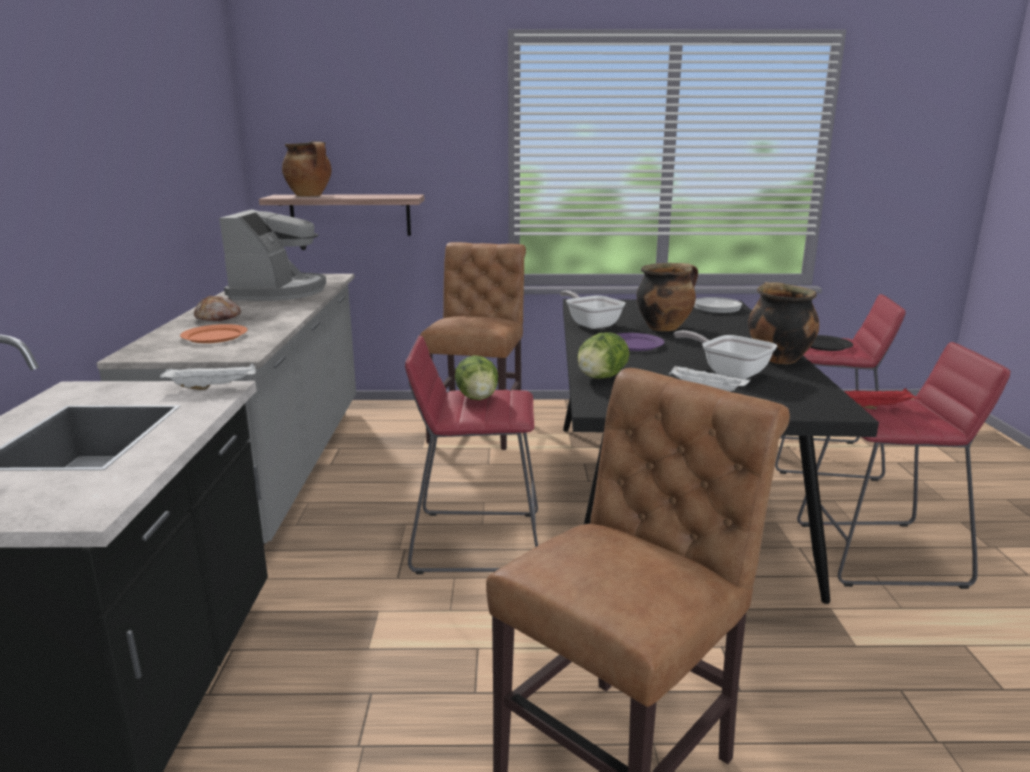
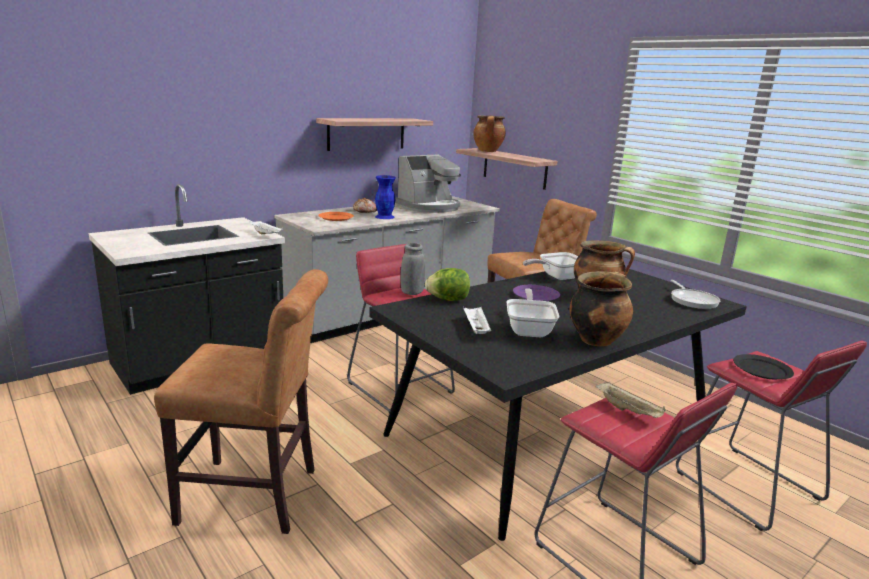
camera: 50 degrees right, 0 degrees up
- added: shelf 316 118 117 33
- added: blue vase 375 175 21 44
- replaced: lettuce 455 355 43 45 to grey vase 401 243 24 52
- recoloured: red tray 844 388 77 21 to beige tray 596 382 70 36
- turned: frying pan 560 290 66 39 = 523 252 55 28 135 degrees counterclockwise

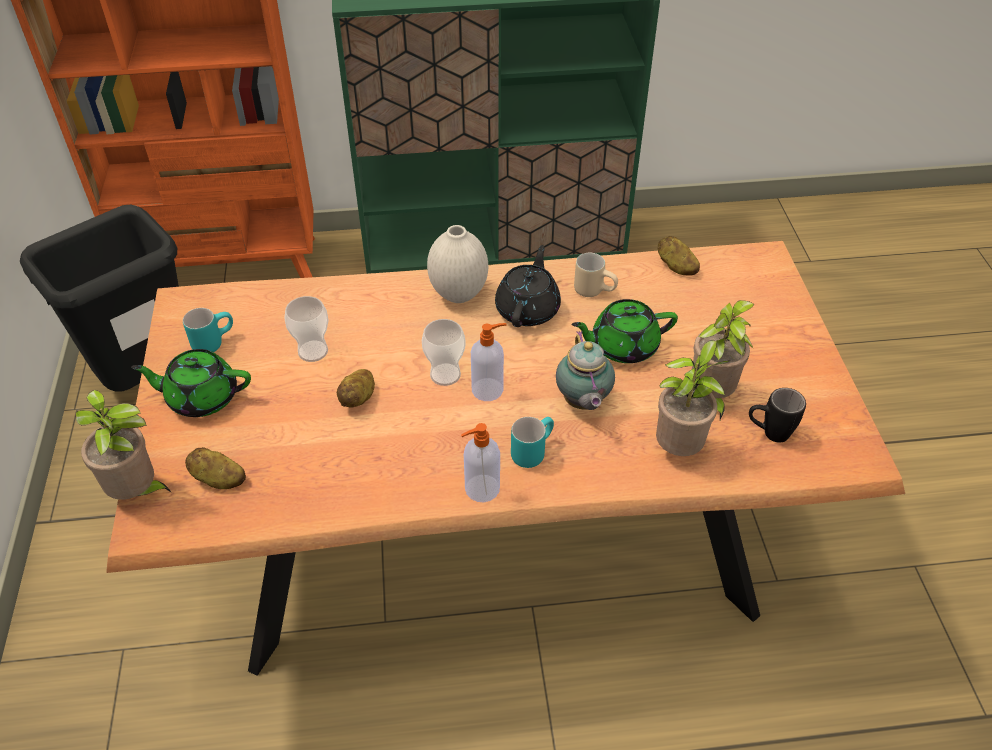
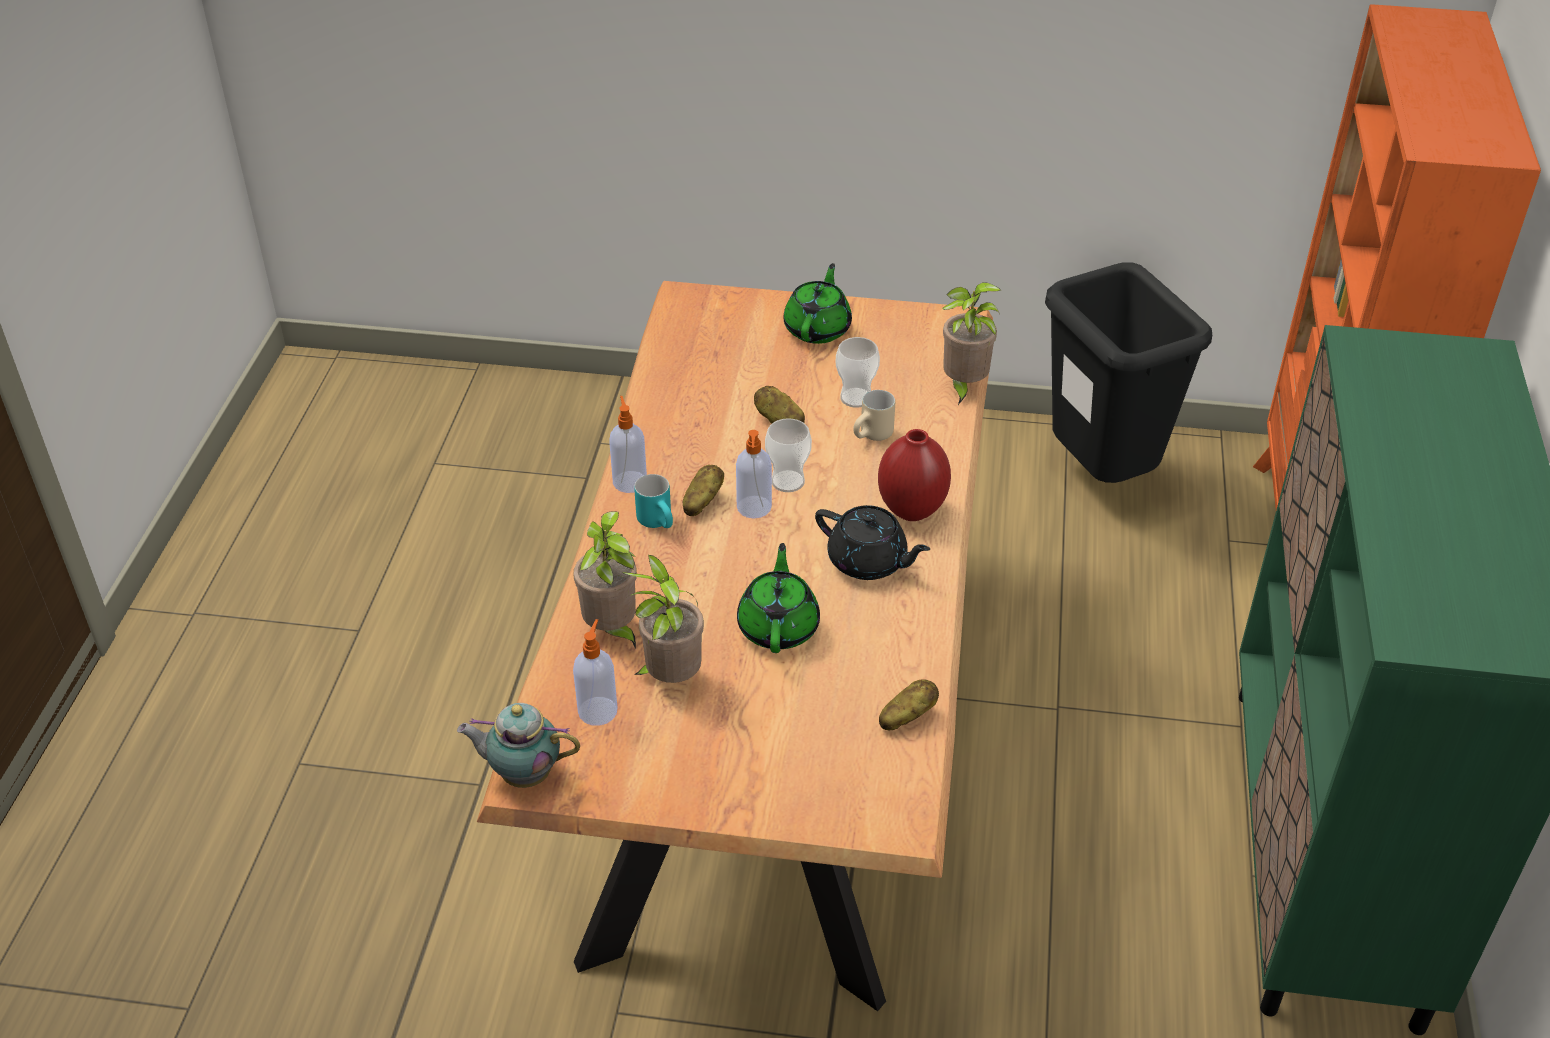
camera: 105 degrees right, 5 degrees down
- removed: turquoise mug 183 308 50 44
- moved: potted plant 76 389 96 111 to 942 282 59 123
- moved: potato 185 447 61 42 to 683 465 41 51
- moved: teapot 556 331 59 79 to 457 703 123 85
- moved: beige mug 574 253 44 44 to 853 390 42 51
- replaced: black mug 749 388 57 55 to soap dispenser 573 619 45 107
- recoloured: white vase 427 225 61 78 to red vase 878 429 73 92

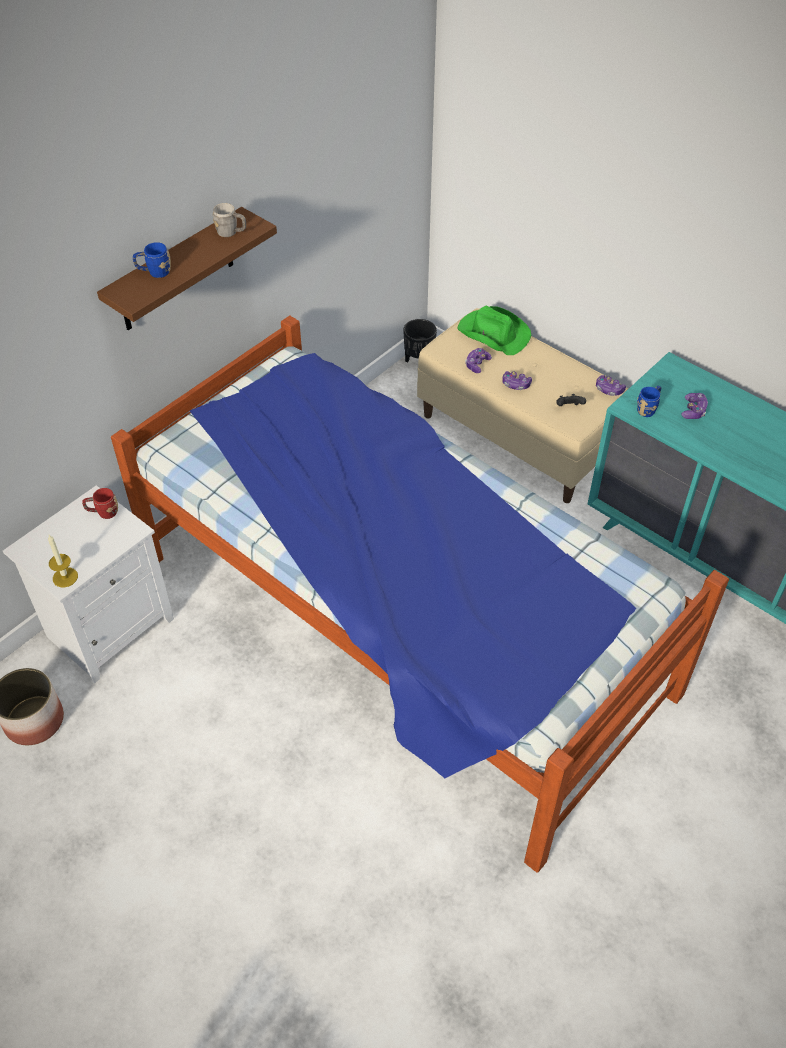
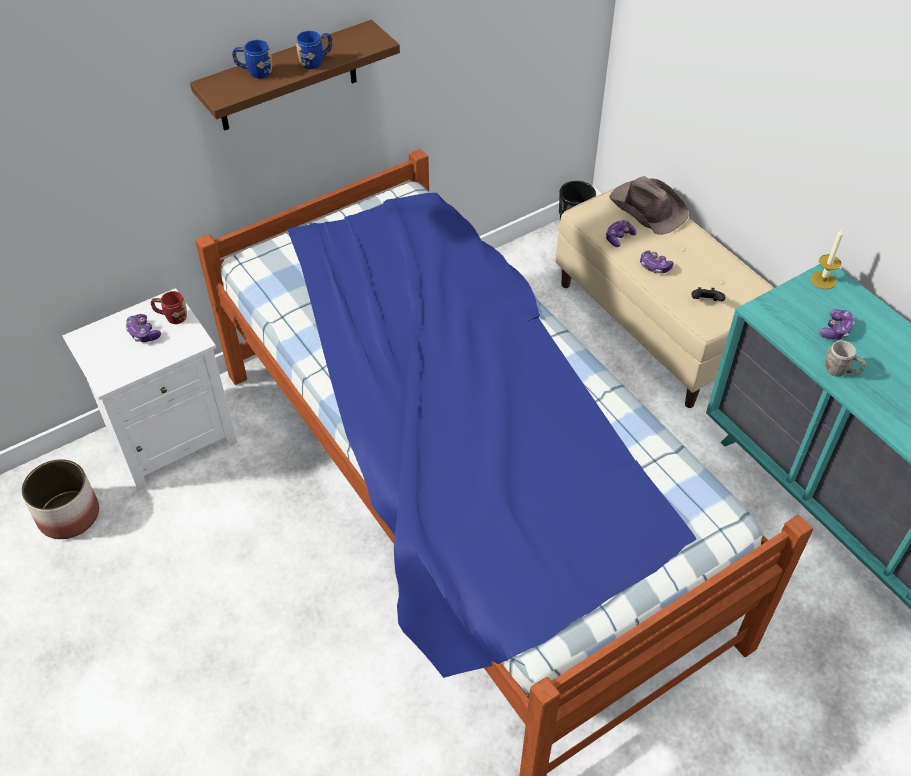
camera: 15 degrees right, 0 degrees up
- moved: candle 48 535 30 53 to 810 228 33 61
- moved: grey mug 213 203 33 34 to 825 341 41 35
- moved: game controller 596 375 30 21 to 126 314 35 28
- moved: blue mug 637 386 24 31 to 296 31 36 38
- recoloured: green hat 457 306 74 49 to brown hat 609 176 80 59

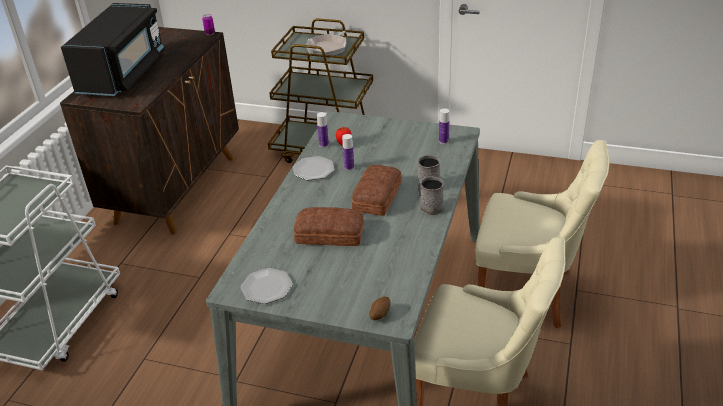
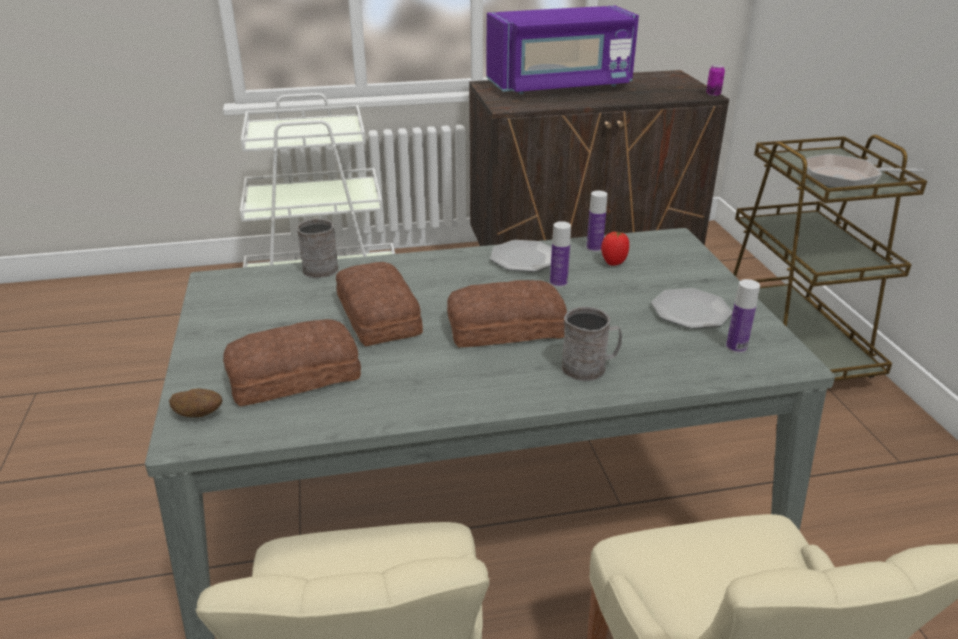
camera: 60 degrees right, 5 degrees down
- added: bread 223 319 138 88
- moved: plate 240 268 53 36 to 651 288 82 41
- moved: grey mug 418 176 26 39 to 296 219 42 59
- recoloured: black microwave 61 3 104 93 to purple microwave 486 6 153 88

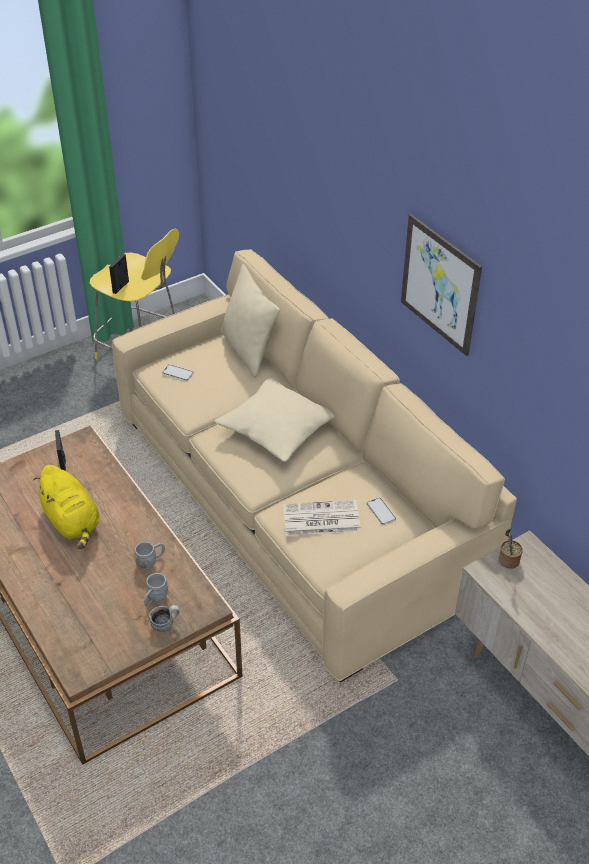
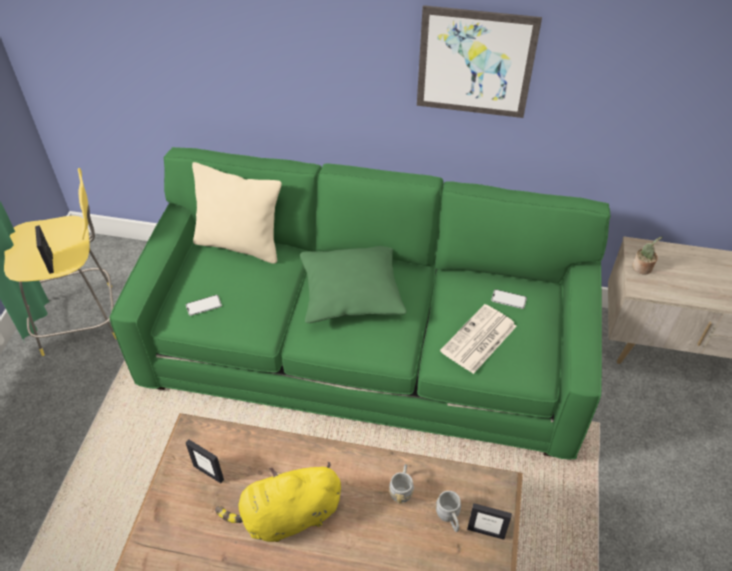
camera: 45 degrees left, 5 degrees up
- replaced: mug 149 605 31 27 to picture frame 467 503 45 37
- recoloured: beige sofa 112 249 405 433 to green sofa 110 147 500 313
- recoloured: beige pillow 214 378 120 84 to green pillow 300 246 106 77
- turned: yellow plush toy 33 465 66 84 = 215 462 126 80 150 degrees clockwise

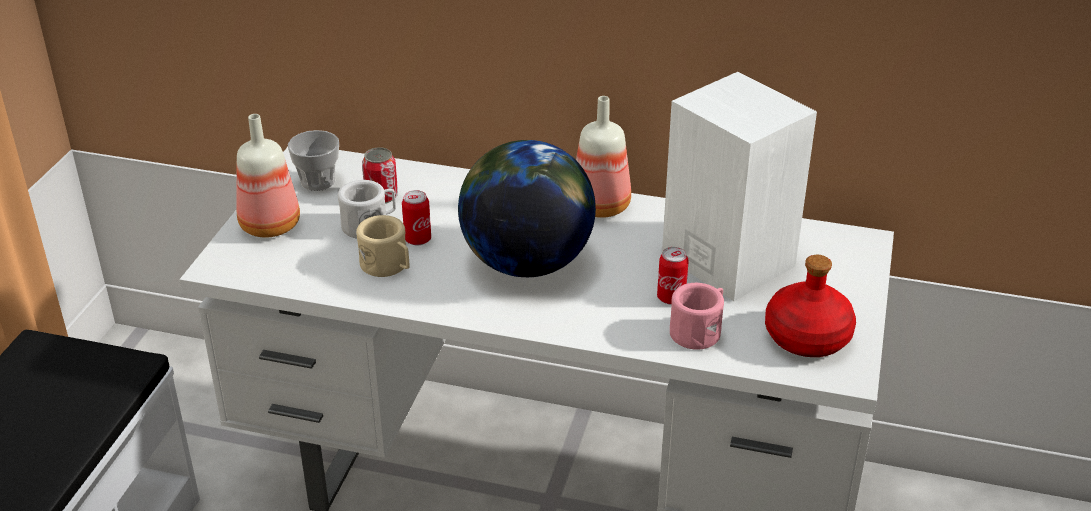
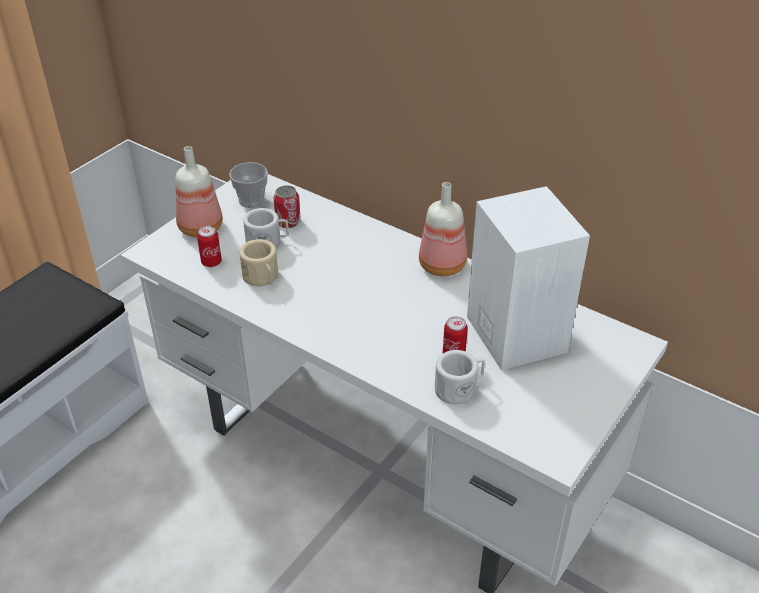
camera: 20 degrees right, 5 degrees up
- removed: globe 458 140 138 137
- removed: red bottle 765 255 91 102
- moved: can 402 190 29 56 to 197 226 25 41
- recoloured: pink mug 670 283 54 67 to white mug 435 350 50 55

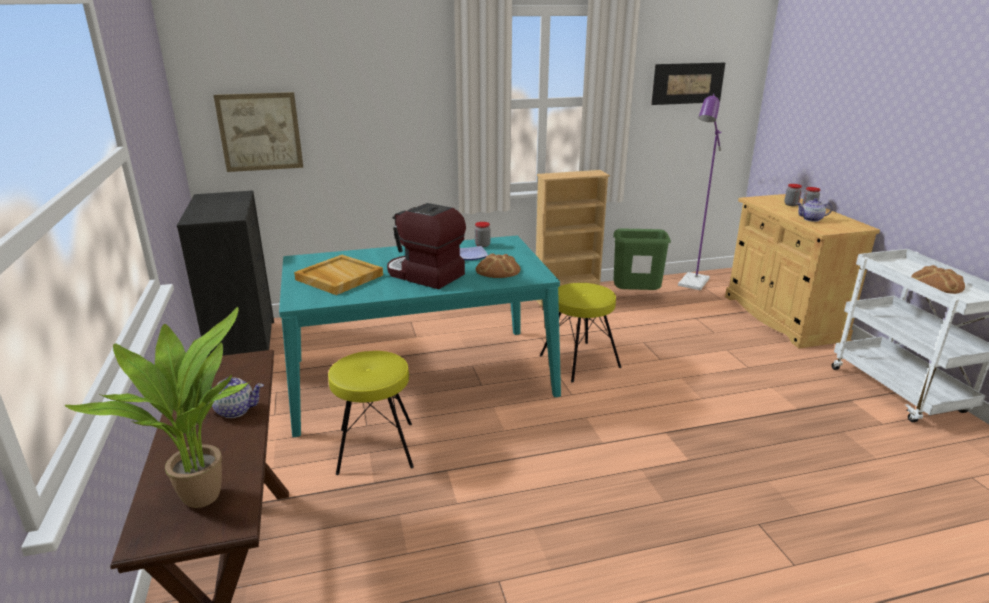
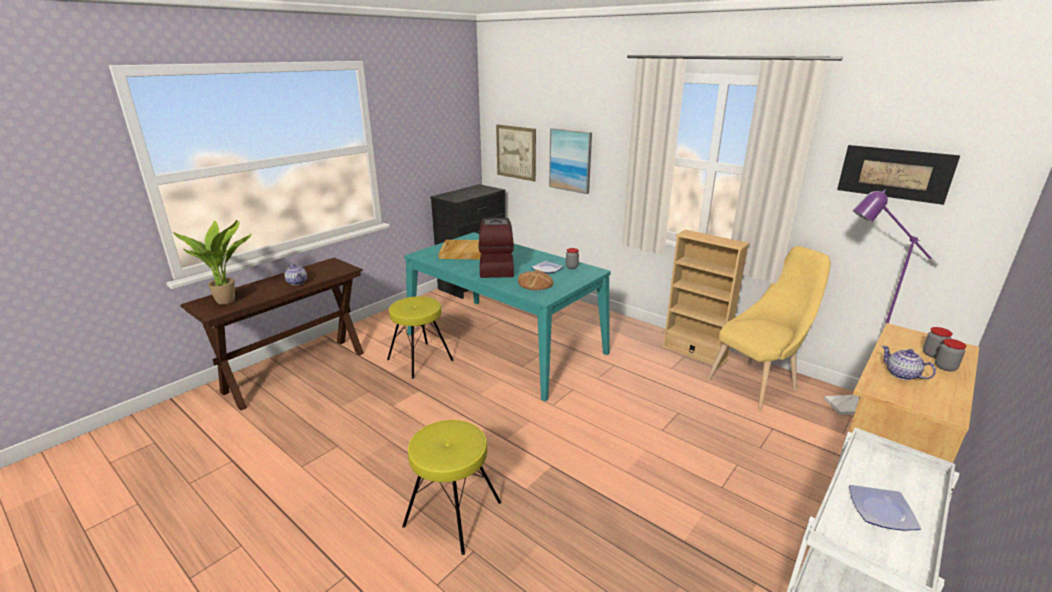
camera: 55 degrees right, 0 degrees up
- added: picture 549 128 43 66
- moved: yellow stool 540 283 82 100 to 402 420 99 135
- replaced: green trash can 613 228 58 62 to yellow chair 707 246 124 165
- replaced: bread 911 265 54 29 to plate 849 485 72 46

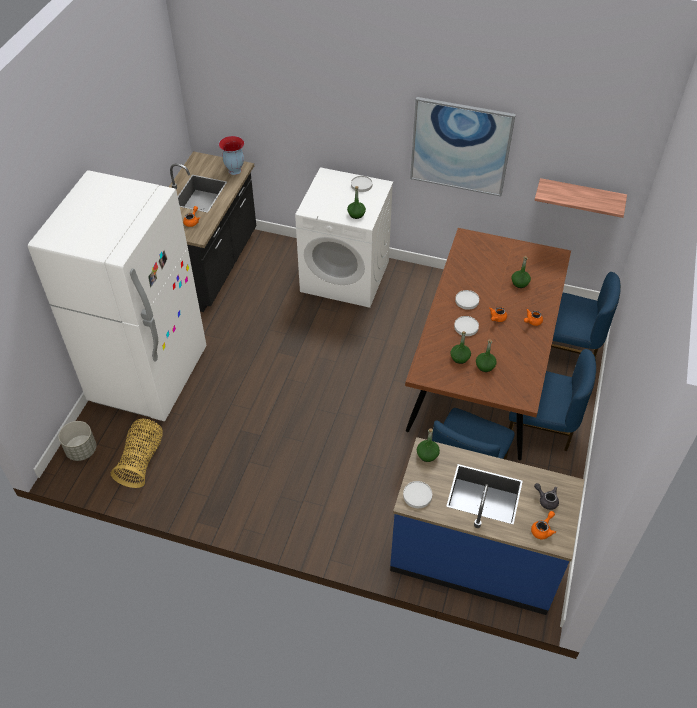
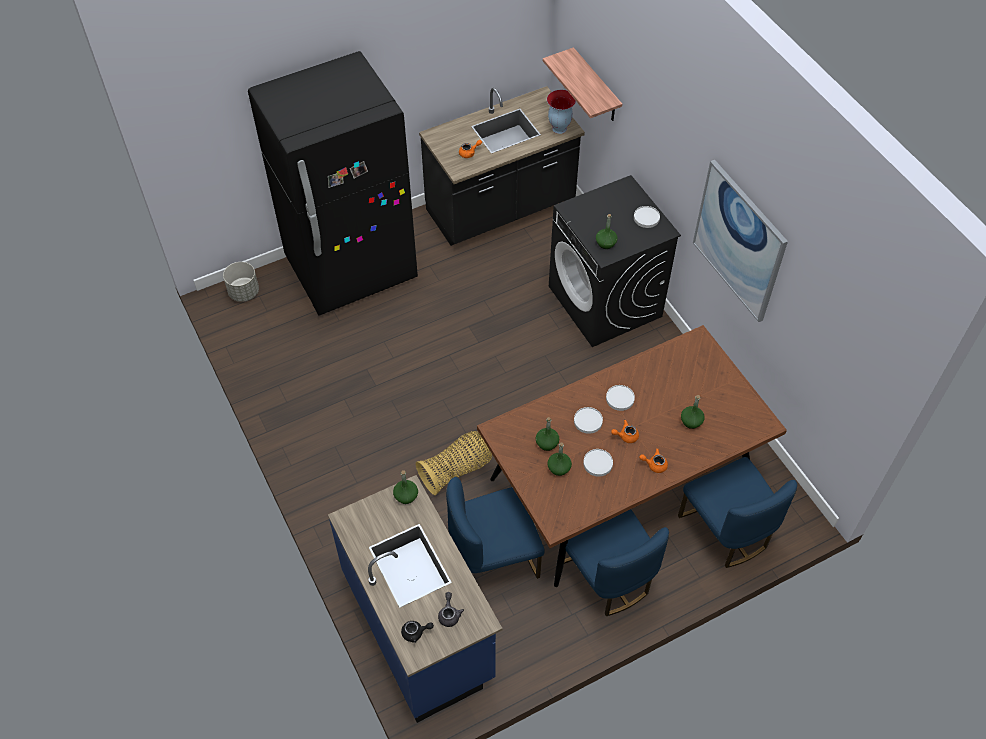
camera: 45 degrees right, 5 degrees up
- moved: basket 111 419 52 69 to 416 431 76 64
- moved: white plate 403 481 29 27 to 583 449 30 28
- moved: shelf 534 178 93 40 to 543 47 79 74
- recoloured: white fridge 28 170 179 251 to black fridge 248 51 170 265
- recoloured: white washing machine 295 167 98 141 to black washing machine 549 175 132 172
- recoloured: orange teapot 531 511 25 28 to black teapot 401 621 33 22

